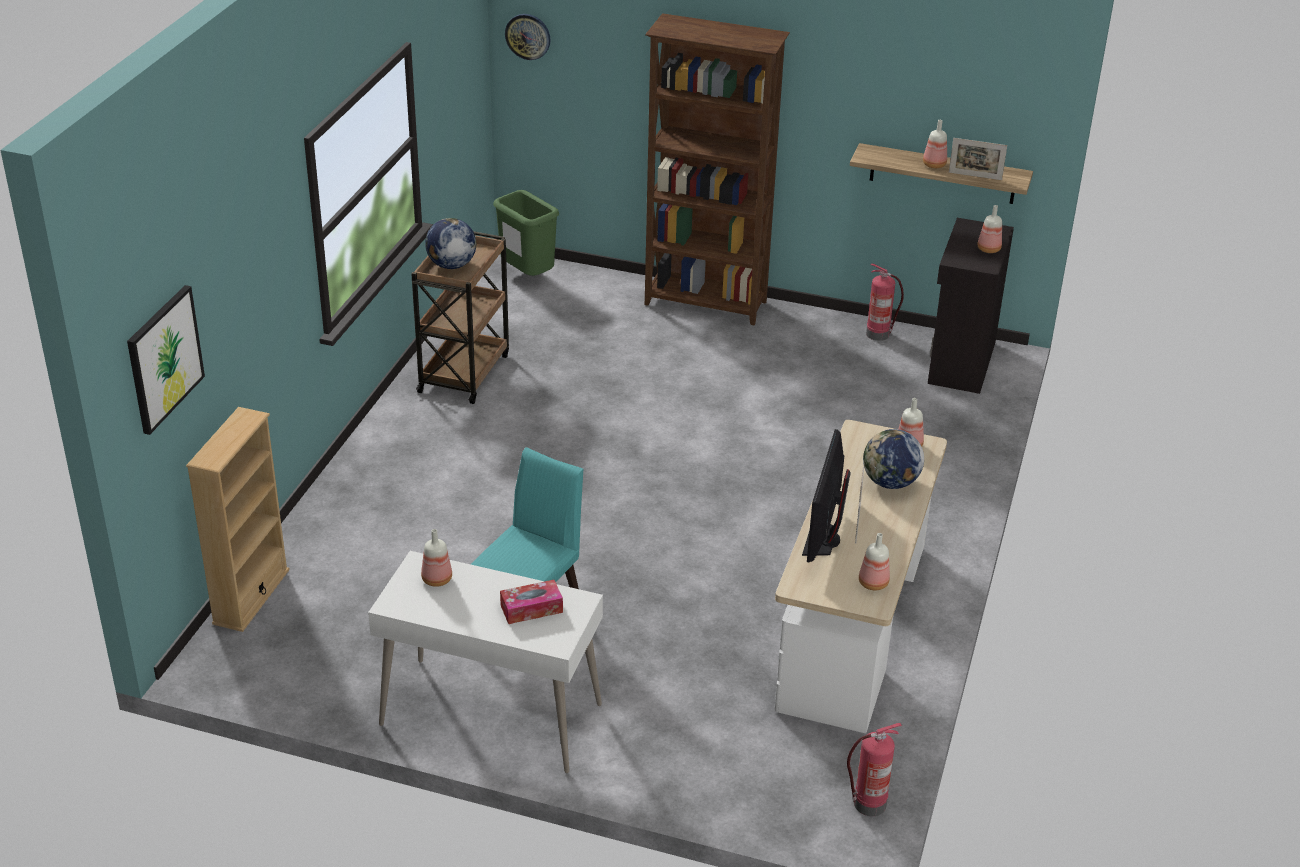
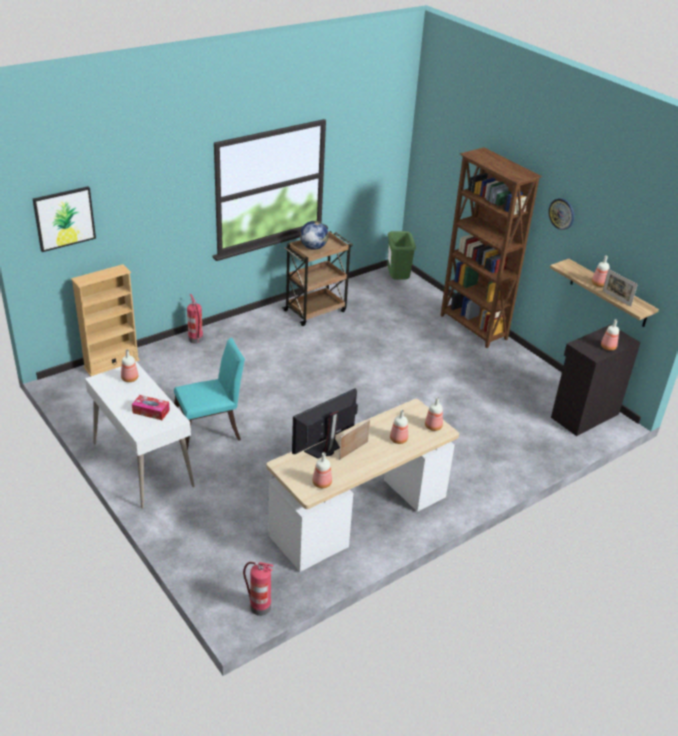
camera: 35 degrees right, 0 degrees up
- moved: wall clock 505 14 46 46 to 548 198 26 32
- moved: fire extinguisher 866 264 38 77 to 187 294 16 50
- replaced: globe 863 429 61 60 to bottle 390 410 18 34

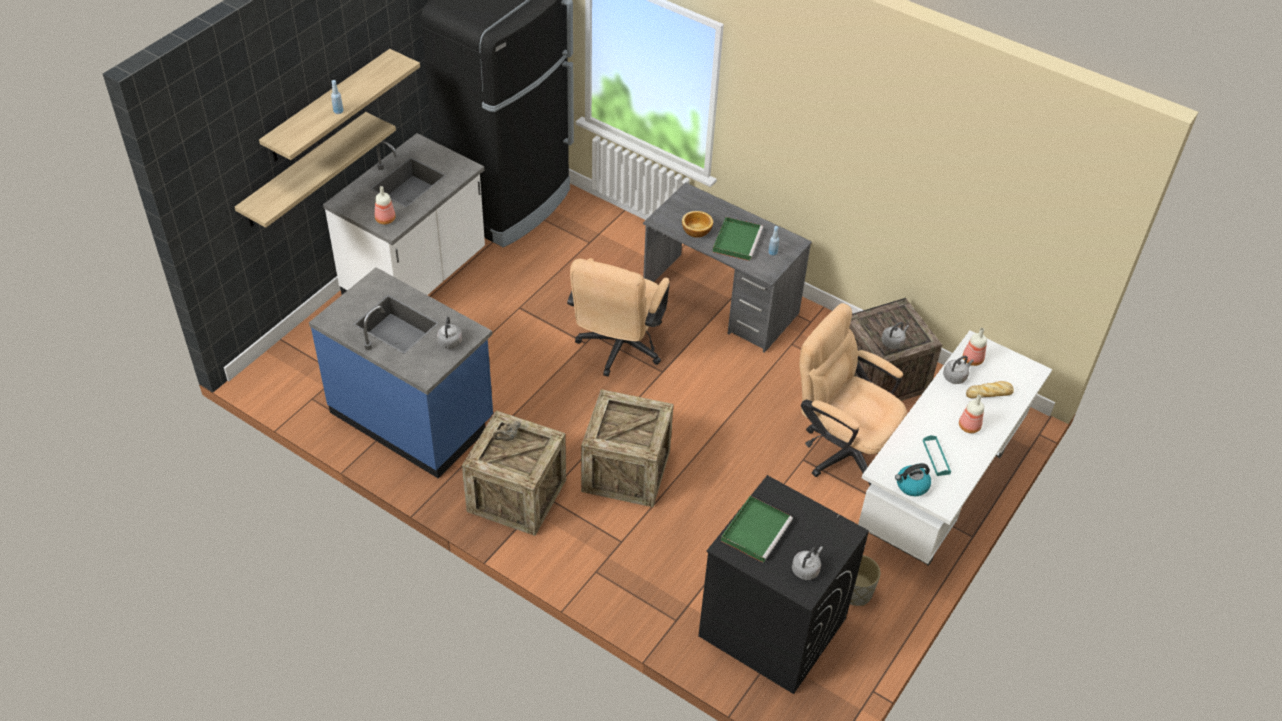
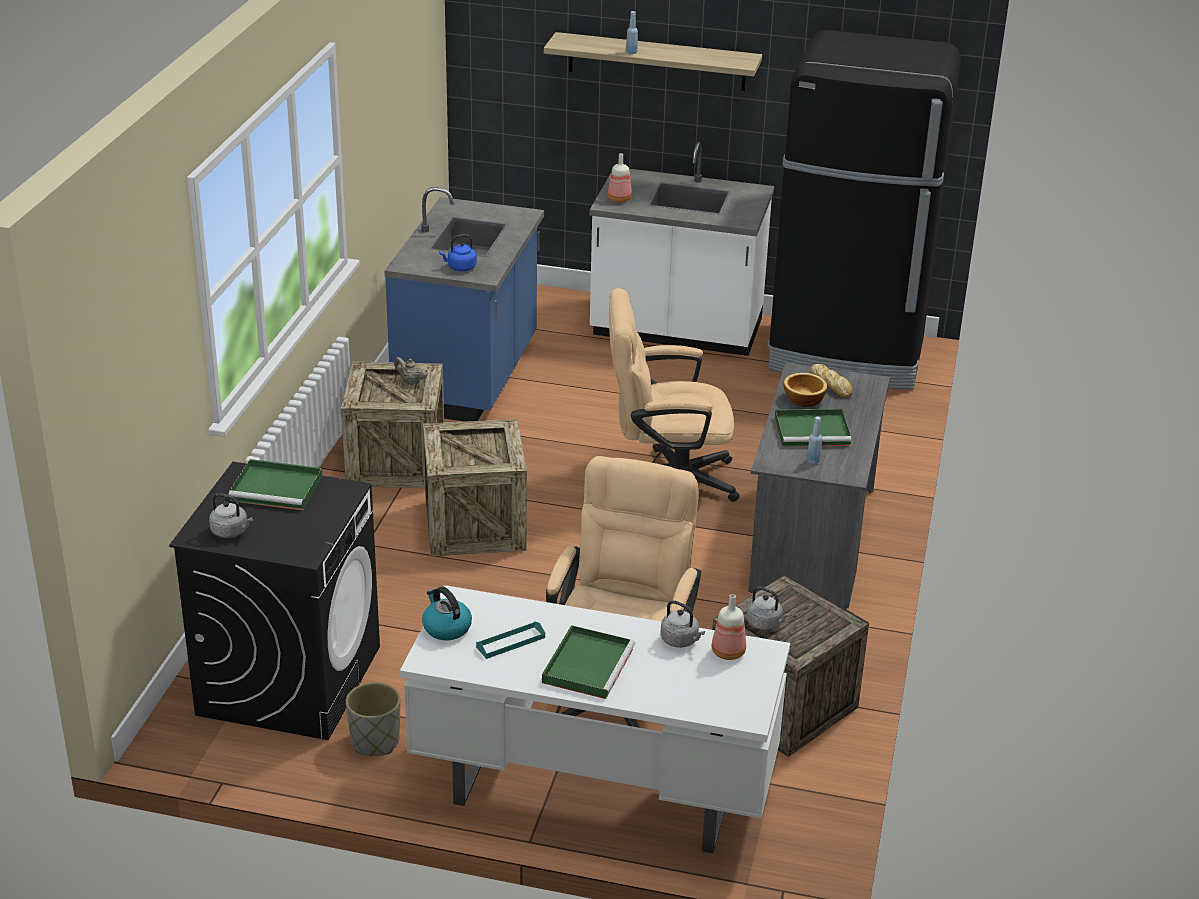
camera: 70 degrees right, 15 degrees down
- removed: shelf 235 112 161 116
- moved: bread 966 381 48 17 to 810 364 43 34
- replaced: bottle 959 395 25 38 to green tray 542 625 93 74
- recoloured: grey kettle 437 317 25 32 to blue kettle 439 234 38 37

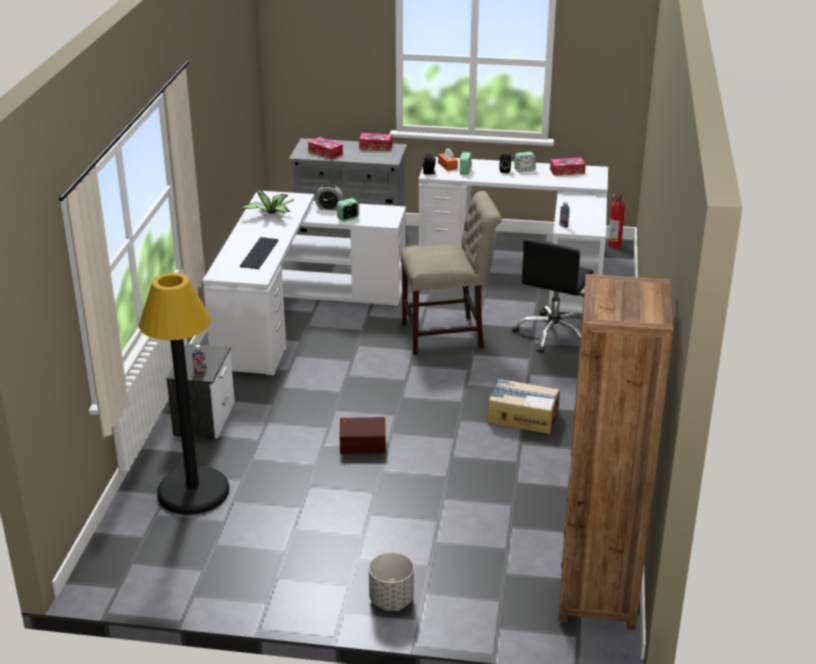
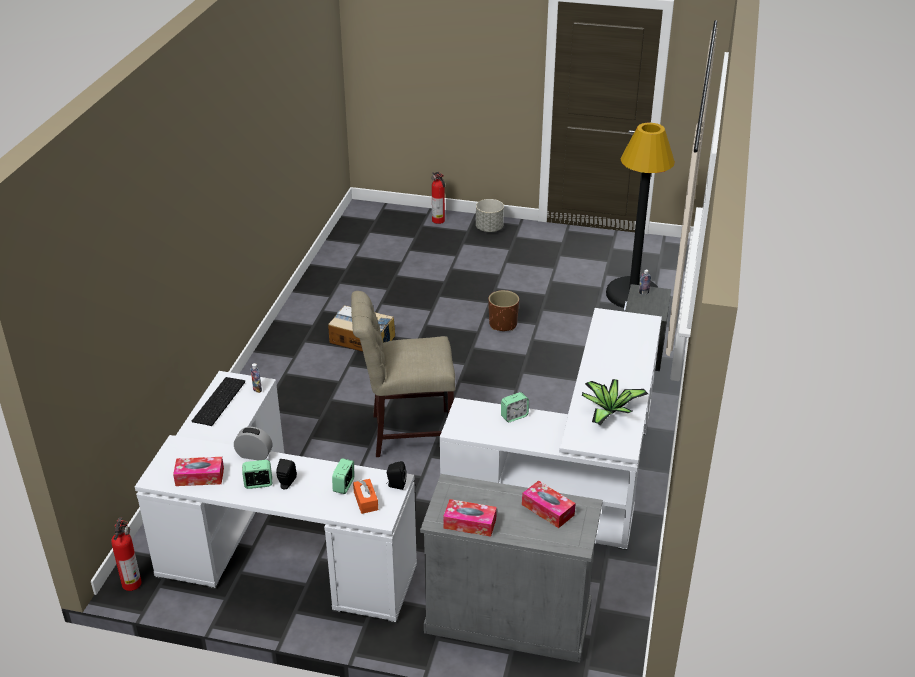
camera: 175 degrees left, 5 degrees up
- removed: black office chair 512 239 81 114
- removed: brown bookcase 558 274 116 356
- added: fire extinguisher 431 172 14 52
- moved: keyboard 240 237 39 32 to 192 377 53 49
- moved: alarm clock 315 184 29 27 to 234 427 39 33
- replaced: brown storage box 340 417 46 37 to brown planter 488 290 31 41

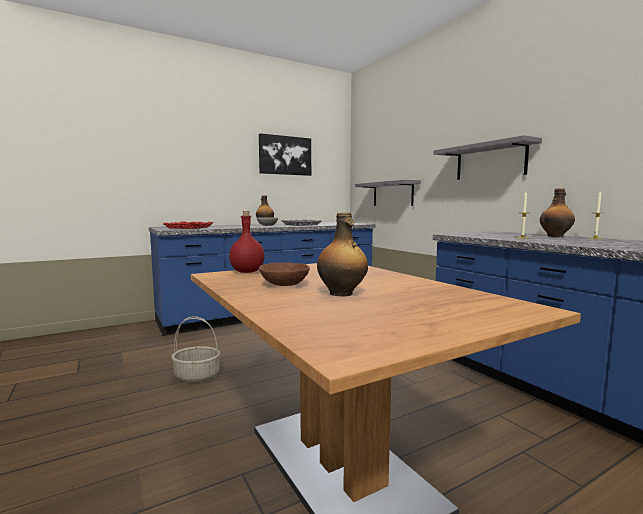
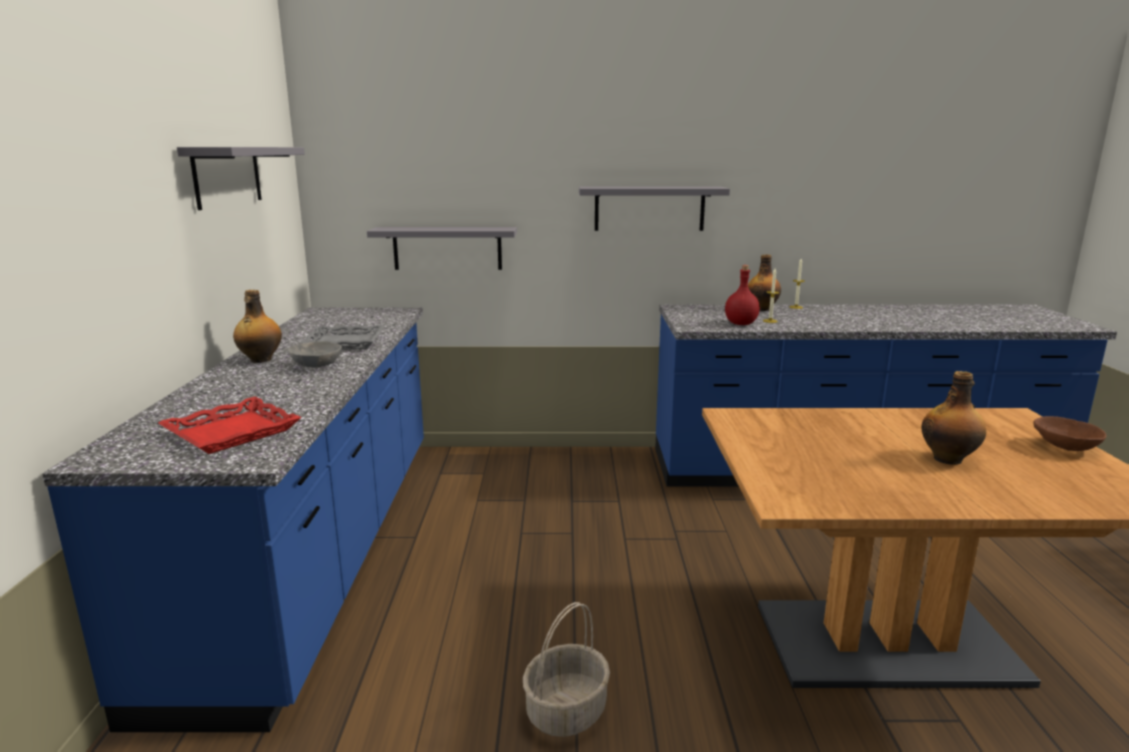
camera: 60 degrees left, 10 degrees up
- moved: red bottle 229 211 36 62 to 725 265 35 60
- moved: brown bowl 259 262 51 24 to 1034 416 72 35
- replaced: picture 259 133 52 43 to grey shelf 177 147 128 63

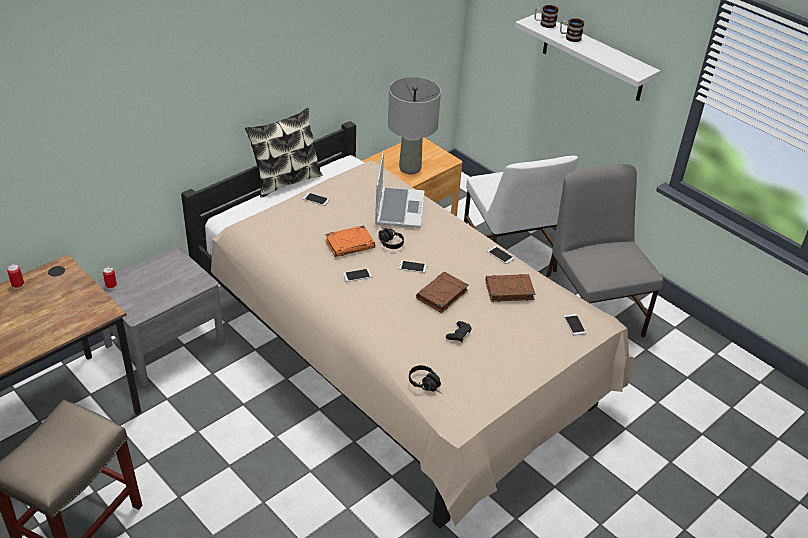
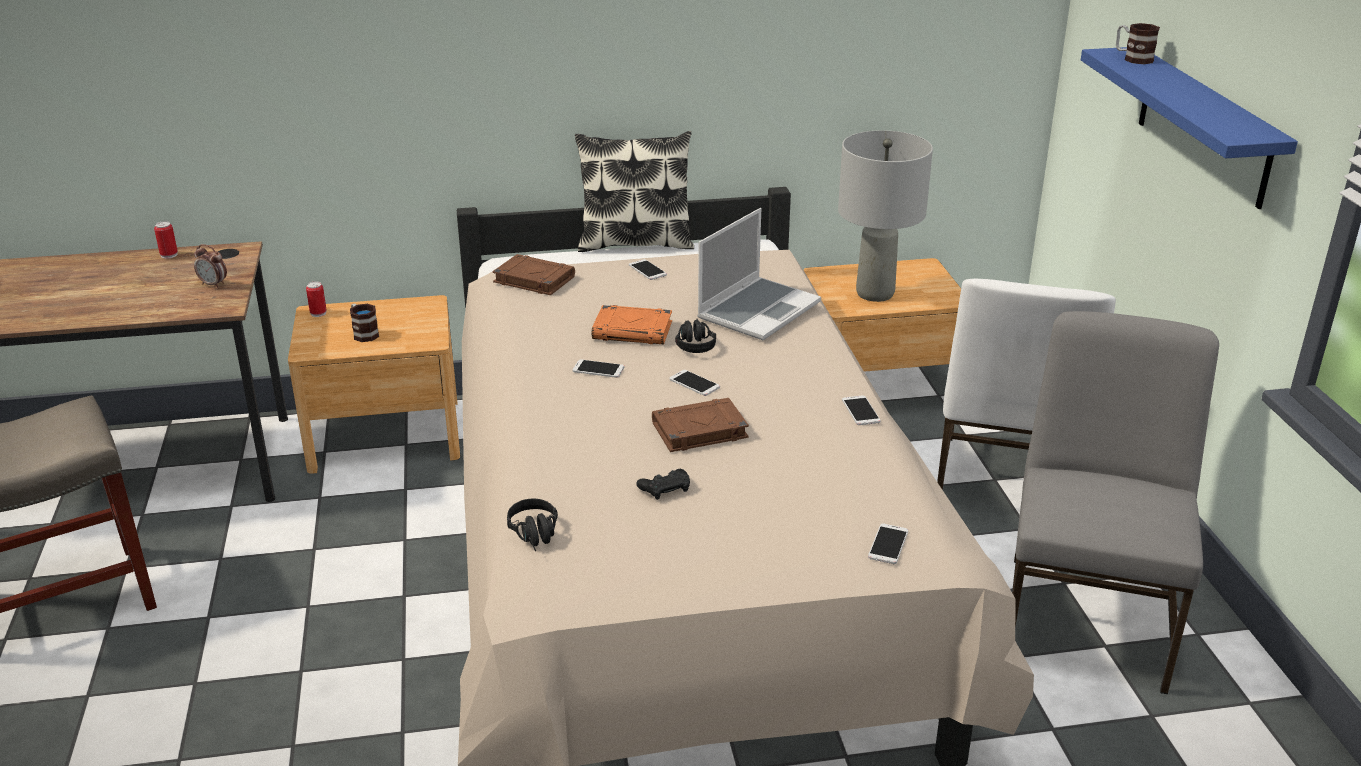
camera: 35 degrees right, 10 degrees down
- added: alarm clock 194 244 33 44
- moved: brown book 486 274 49 28 to 492 254 83 41
- moved: mug 560 18 24 24 to 350 304 29 38
- recoloured: grey nightstand 97 246 127 140 to brown nightstand 288 295 172 179
- recoloured: white shelf 515 13 145 88 to blue shelf 1081 47 217 162

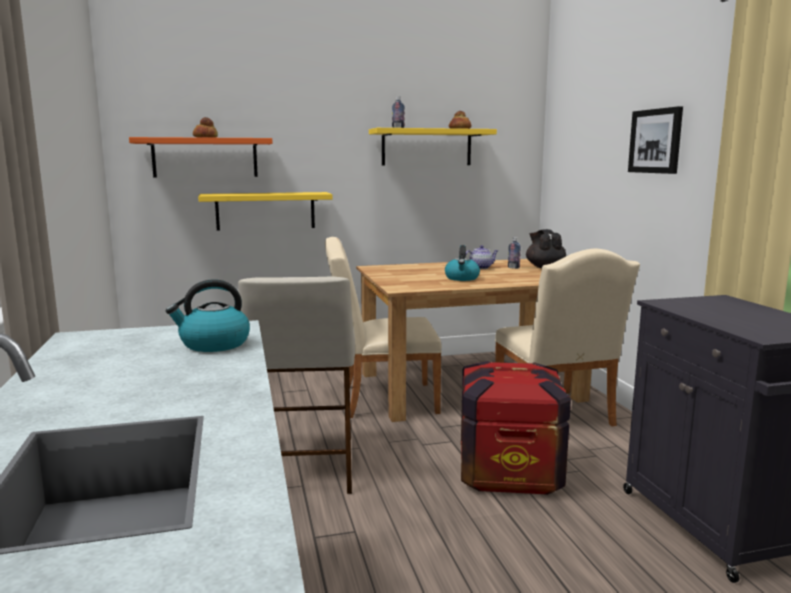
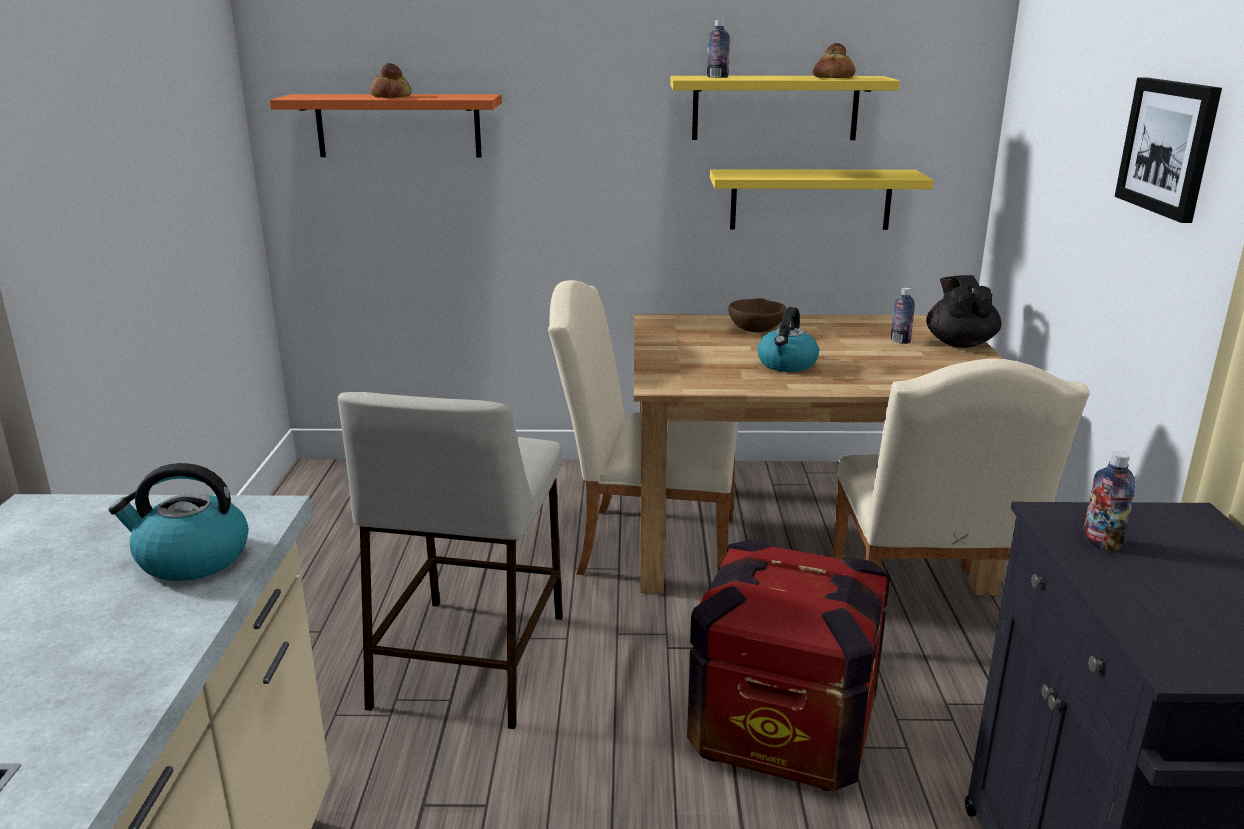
camera: 15 degrees right, 10 degrees up
- removed: teapot 466 245 32 24
- added: brown bowl 728 298 58 34
- added: bottle 1083 451 52 101
- moved: yellow shelf 198 192 135 39 to 710 169 224 61

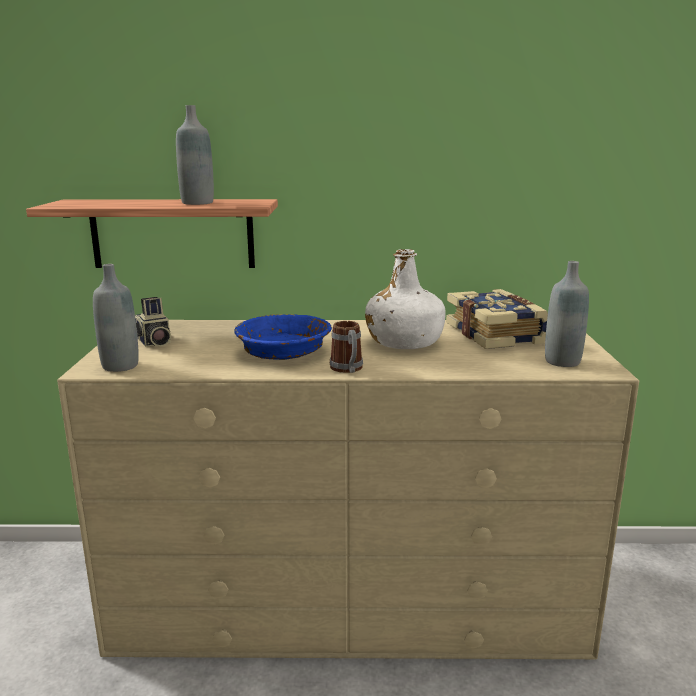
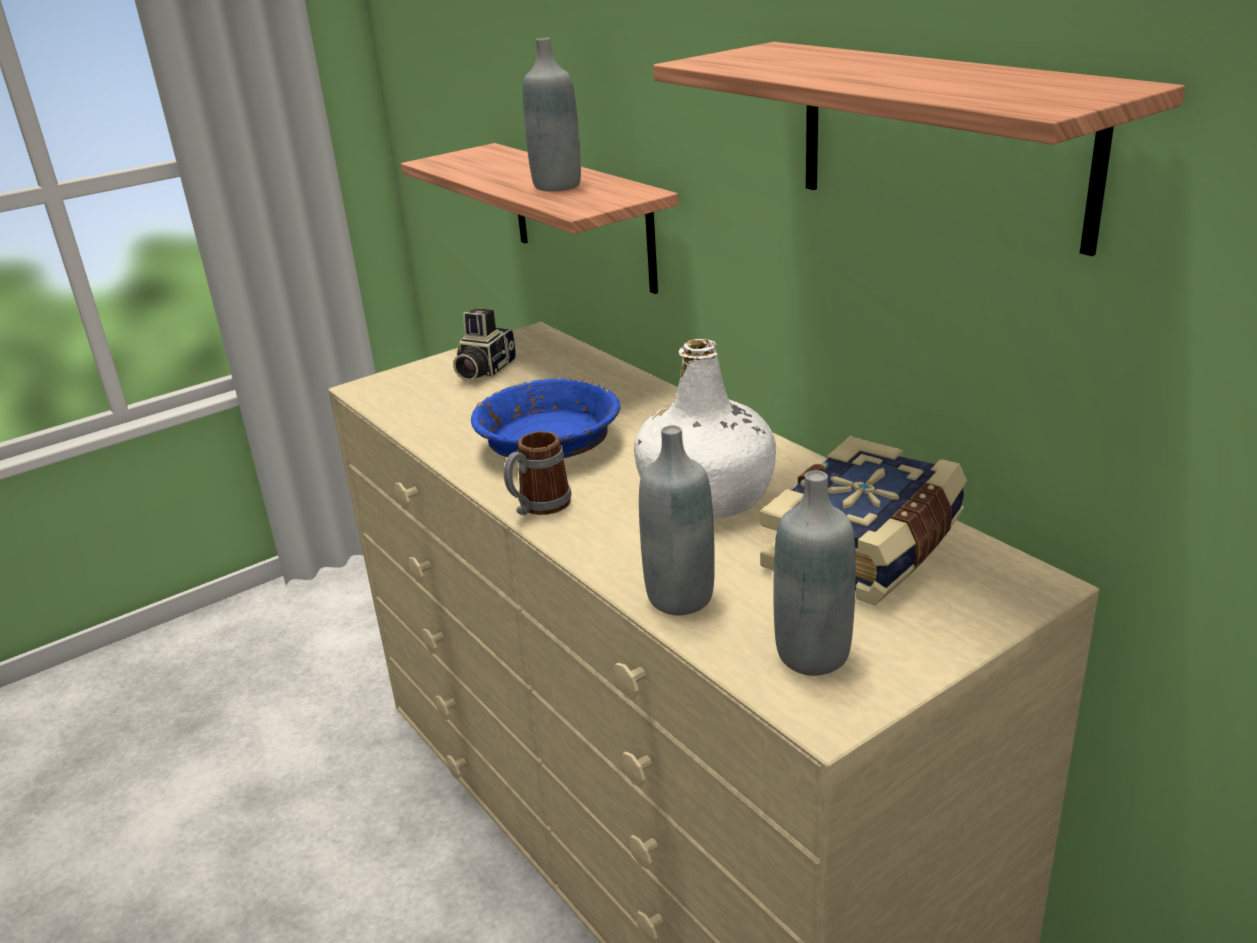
camera: 55 degrees right, 10 degrees up
- added: shelf 653 42 532 214
- moved: grey bottle 93 264 46 108 to 639 425 76 190

